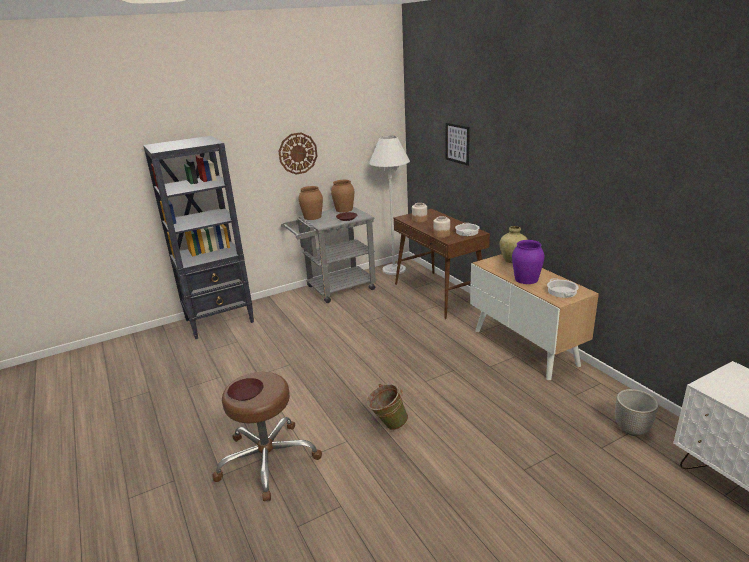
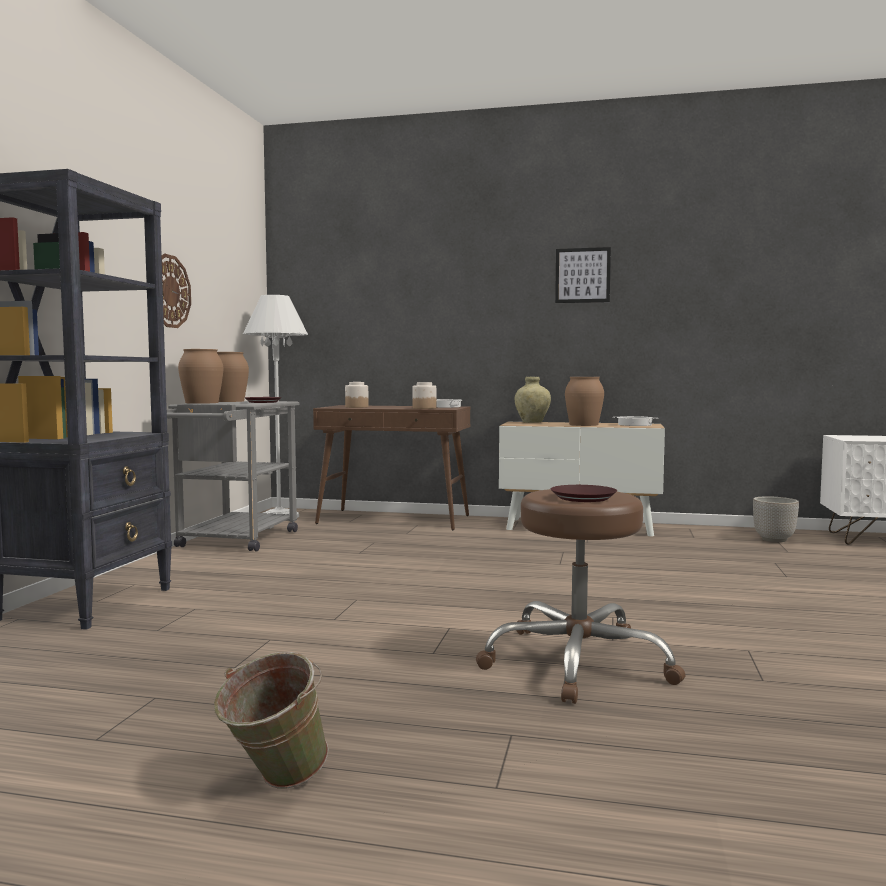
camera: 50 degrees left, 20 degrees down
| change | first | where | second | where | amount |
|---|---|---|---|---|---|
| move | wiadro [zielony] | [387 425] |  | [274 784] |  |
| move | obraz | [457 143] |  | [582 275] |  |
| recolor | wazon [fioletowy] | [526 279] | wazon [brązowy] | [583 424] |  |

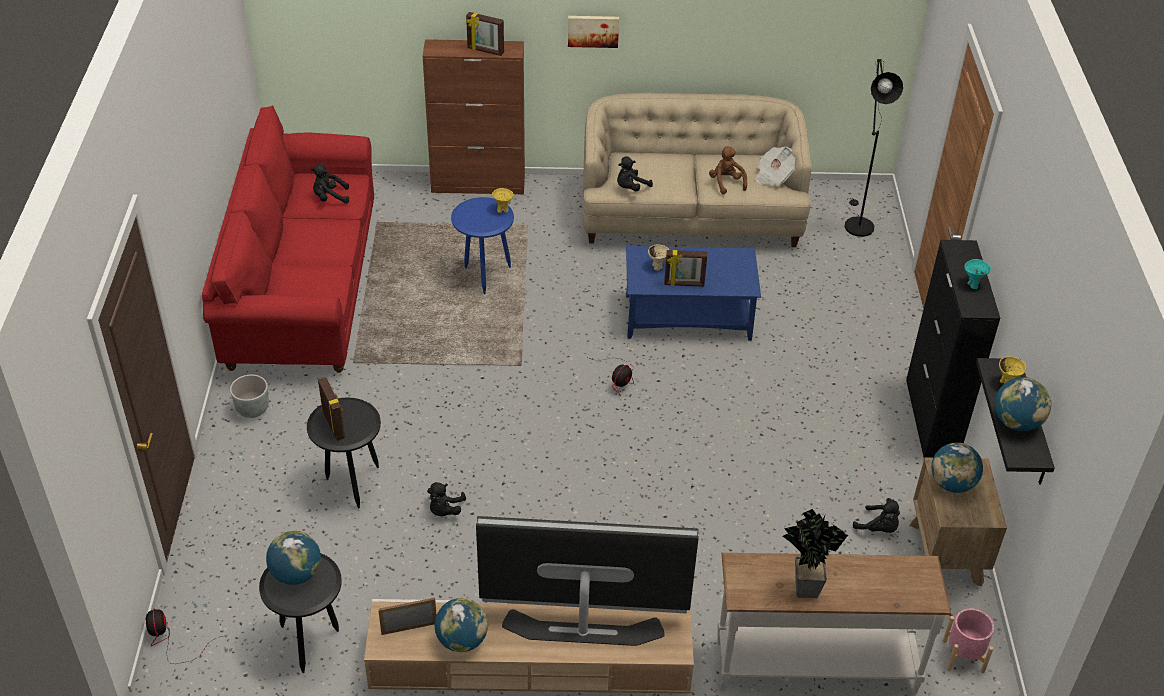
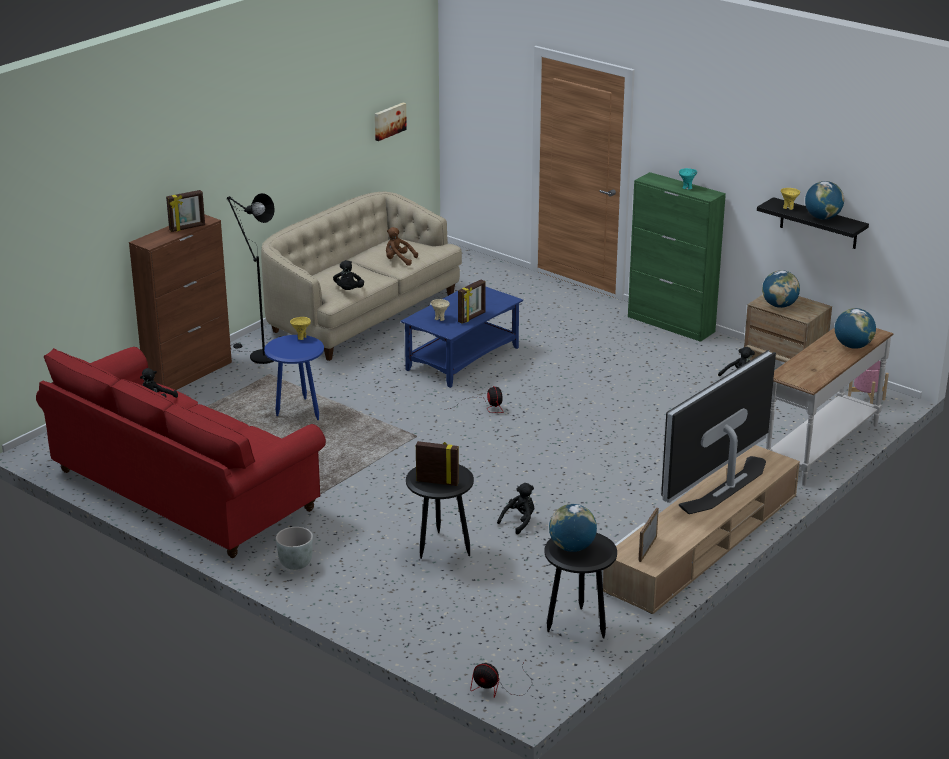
camera: 50 degrees left, 15 degrees down
| change | first | where | second | where | amount |
|---|---|---|---|---|---|
| move | lampa stojąca [czarny] | [857 223] |  | [259 356] |  |
| move | obraz | [593 30] |  | [389 121] |  |
| rotate | pluszak [czarny] | [444 510] |  | [519 522] | 105 degrees counterclockwise |
| recolor | szafka [czarny] | [931 419] | szafka [zielony] | [671 324] |  |
| move | globus | [462 640] |  | [853 346] |  |
| delete | gazeta | [773 176] |  |  |  |
| delete | roślina doniczkowa | [802 587] |  |  |  |

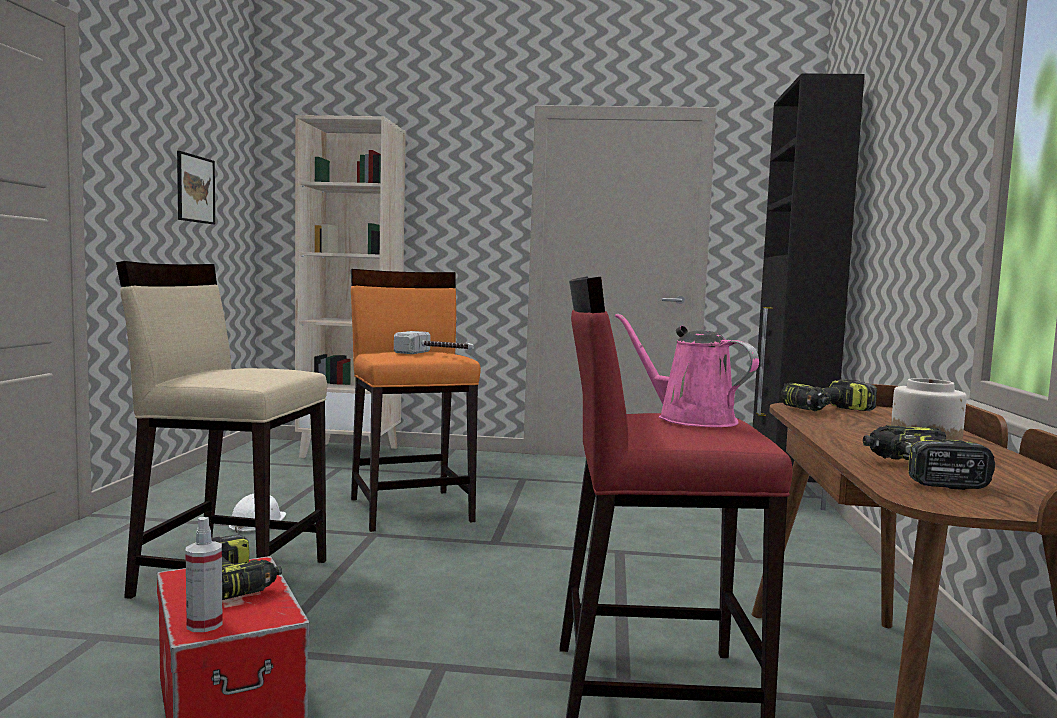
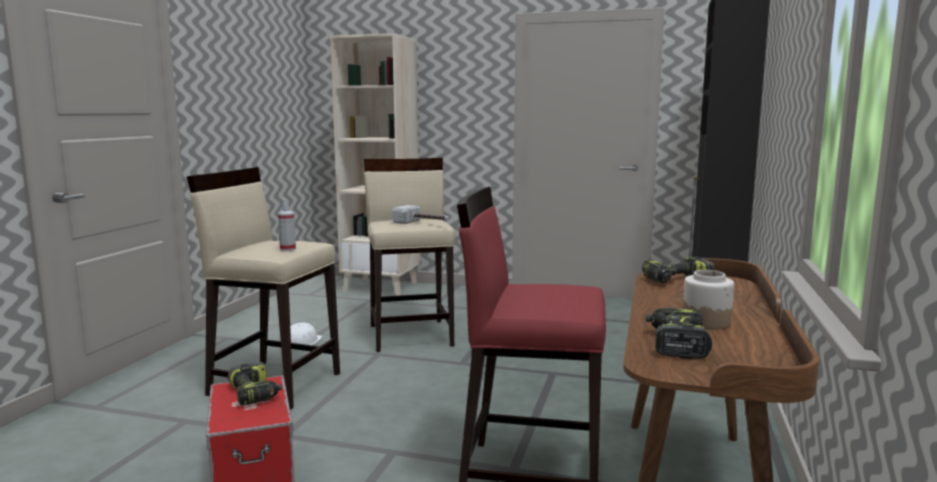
camera: 10 degrees right, 5 degrees up
| change | first | where | second | where | amount |
|---|---|---|---|---|---|
| move | spryskiwacz | [204 624] |  | [288 249] |  |
| recolor | stołek [pomarańczowy] | [411 509] | stołek [beżowy] | [411 335] |  |
| delete | obraz | [195 189] |  |  |  |
| delete | konewka [różowy] | [689 419] |  |  |  |

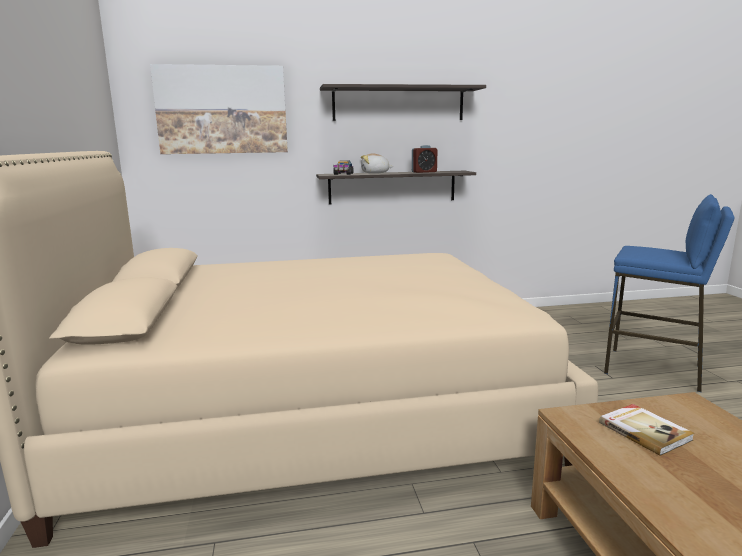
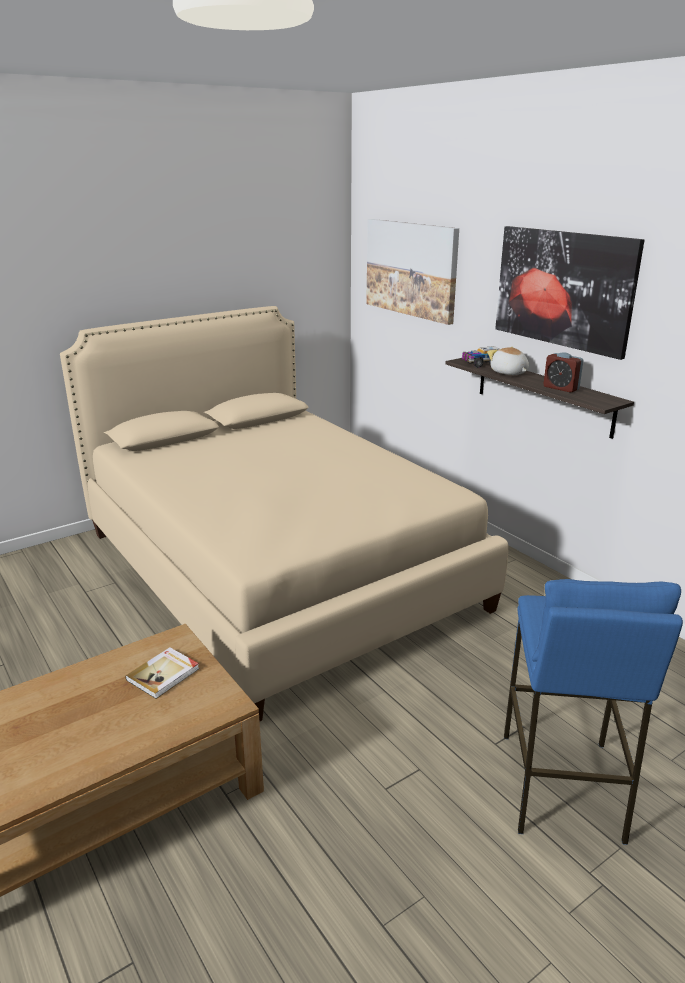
camera: 65 degrees right, 10 degrees up
| change | first | where | second | where | amount |
|---|---|---|---|---|---|
| replace | półka | [398 104] | obraz | [563 289] |  |

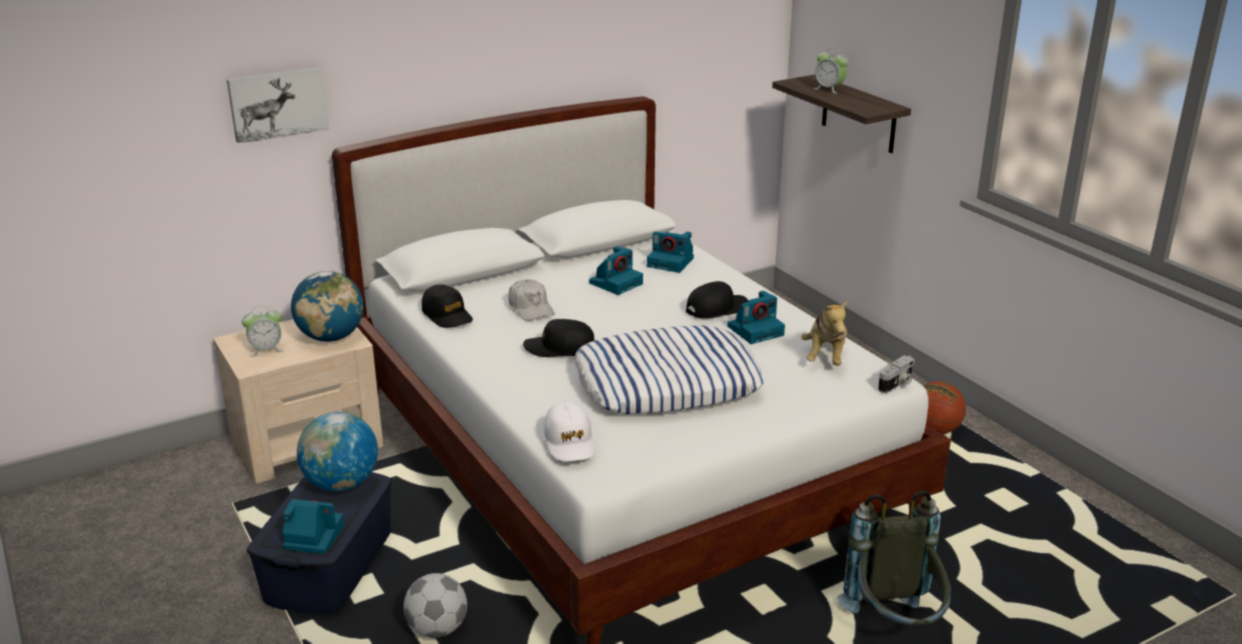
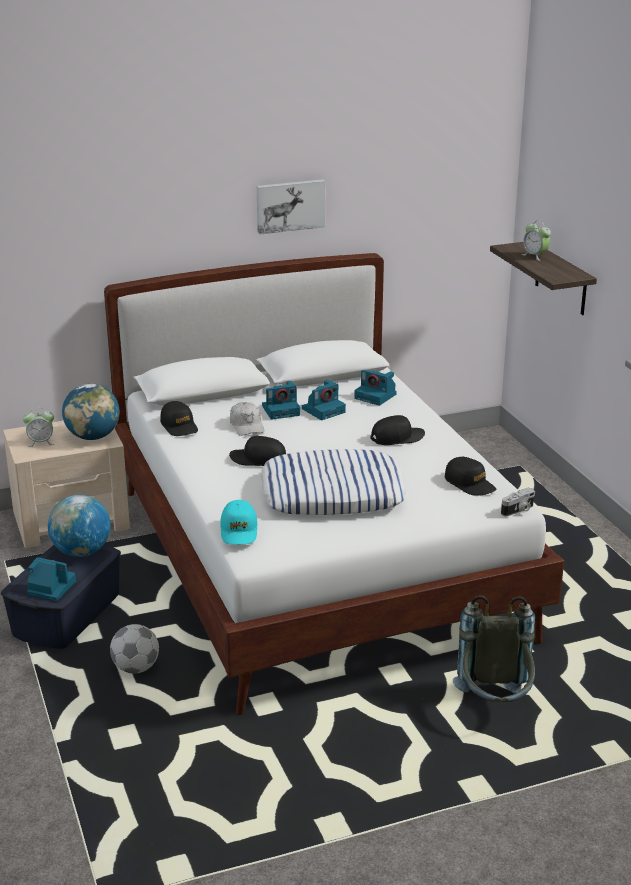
camera: 10 degrees right, 0 degrees up
| change | first | where | second | where | amount |
|---|---|---|---|---|---|
| recolor | czapka z daszkiem [biały] | [569 442] | czapka z daszkiem [turkusowy] | [239 531] |  |
| move | obraz | [278 103] |  | [290 205] |  |
| move | aparat fotograficzny | [756 330] |  | [281 410] |  |
| replace | pluszak | [825 357] | czapka z daszkiem [czarny] | [470 484] |  |
| delete | piłka do koszykówki | [935 430] |  |  |  |

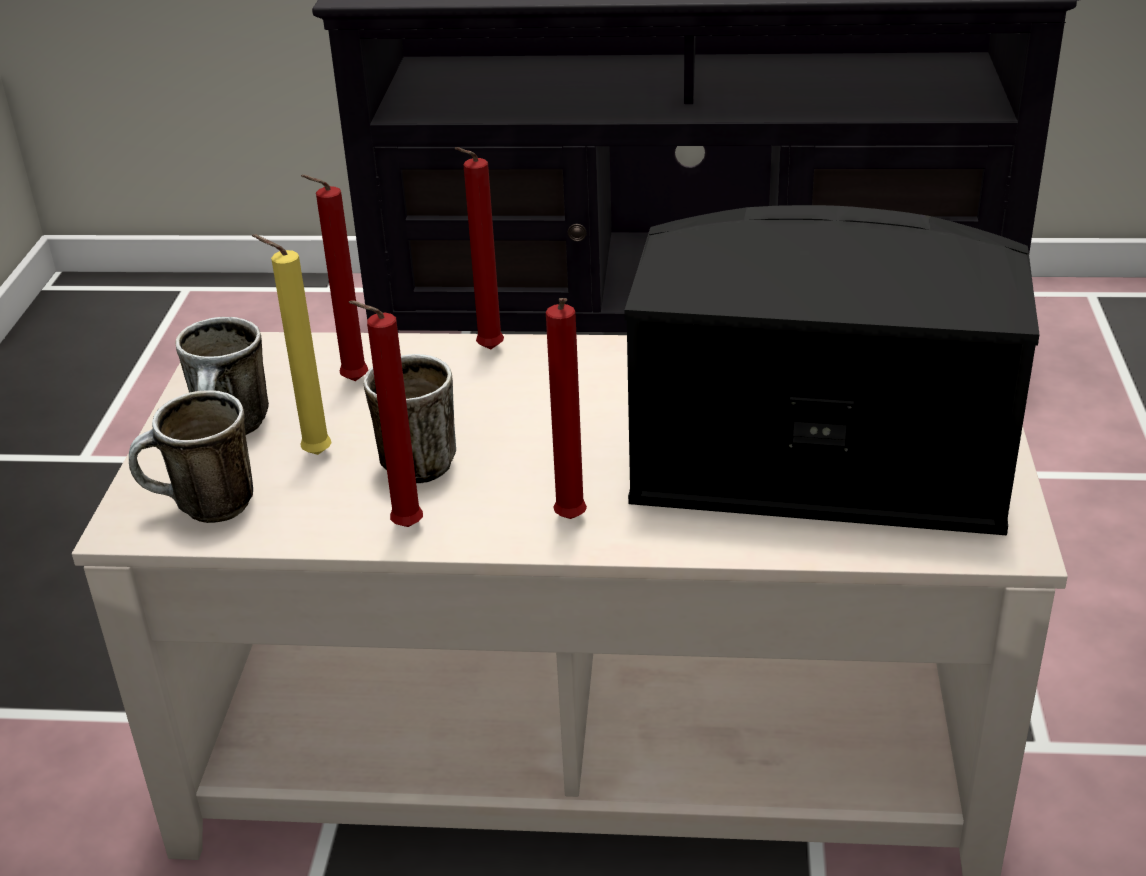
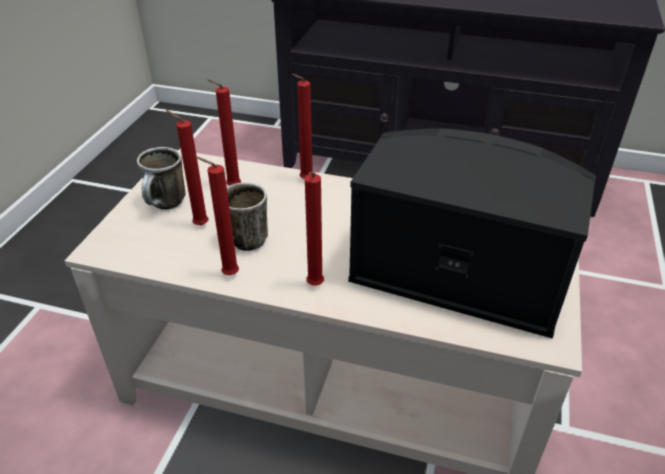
camera: 10 degrees right, 5 degrees up
| change | first | where | second | where | amount |
|---|---|---|---|---|---|
| recolor | świeca [żółty] | [312 455] | świeca [czerwony] | [198 225] |  |
| delete | kubek | [203 510] |  |  |  |

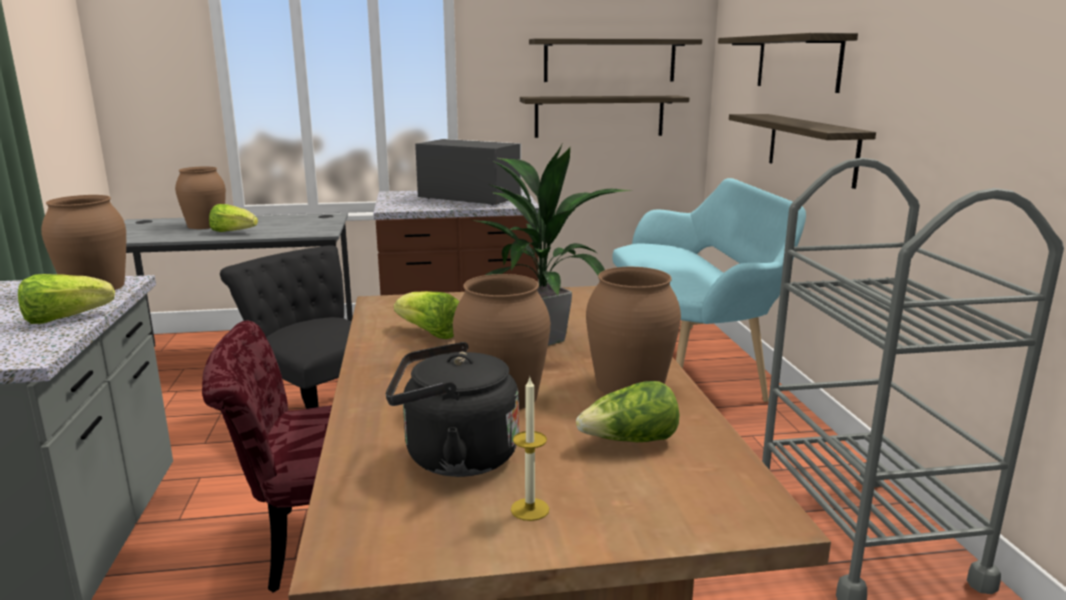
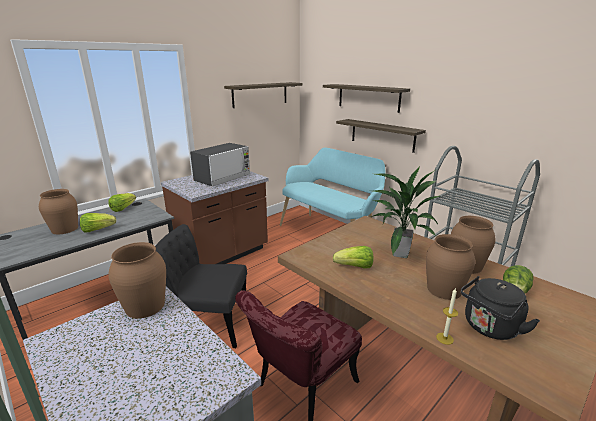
camera: 35 degrees left, 5 degrees up
| change | first | where | second | where | amount |
|---|---|---|---|---|---|
| move | sałata | [65 319] |  | [123 208] |  |
| rotate | mikrofalówka | [469 198] |  | [223 178] | 135 degrees clockwise |
| move | świeca | [530 509] |  | [444 338] |  |
| delete | półka | [599 116] |  |  |  |

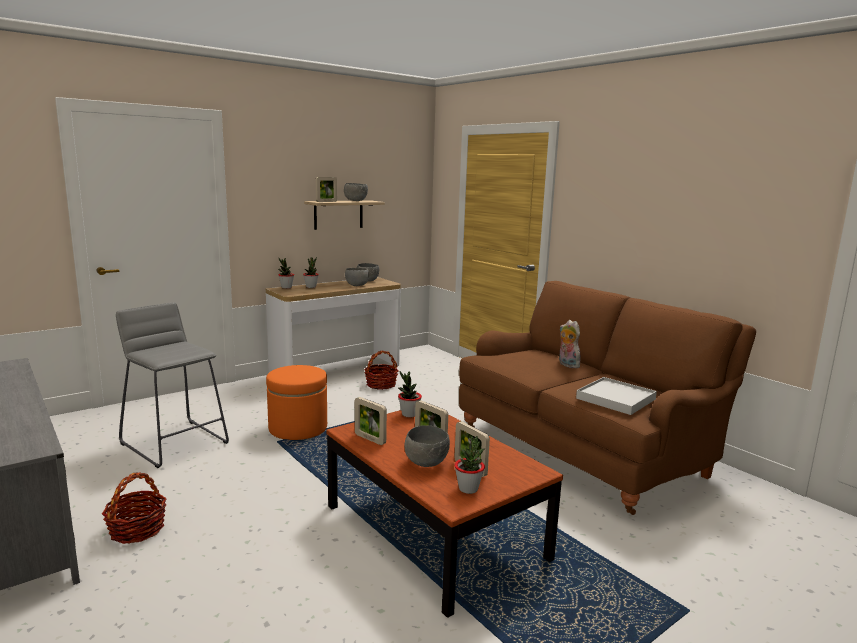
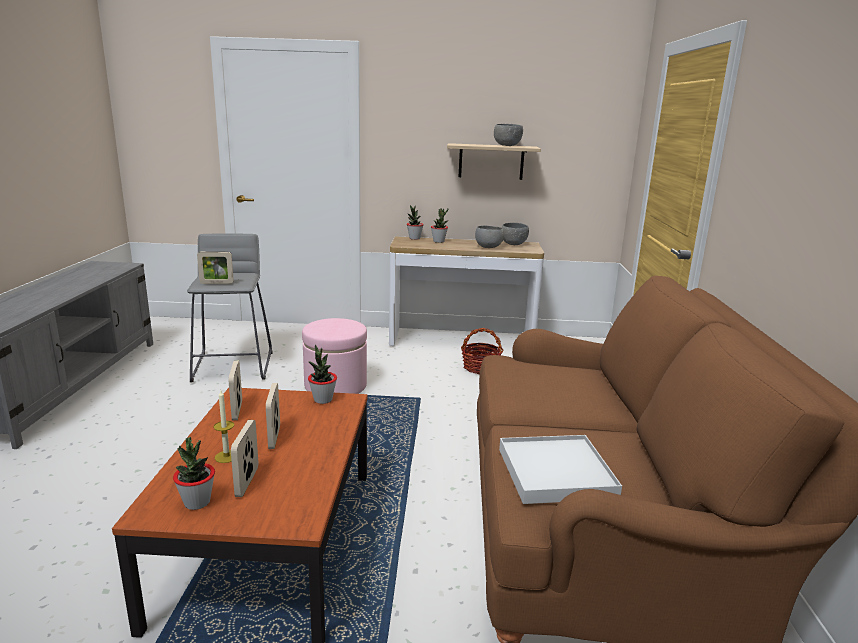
camera: 40 degrees right, 5 degrees up
| change | first | where | second | where | amount |
|---|---|---|---|---|---|
| move | ramka na zdjęcie | [326 201] |  | [216 283] |  |
| replace | miska [szary] | [427 463] | świeca | [226 456] |  |
| recolor | pufa [pomarańczowy] | [298 428] | pufa [różowy] | [335 385] |  |
| delete | koszyk | [137 529] |  |  |  |
| delete | pluszak | [567 365] |  |  |  |

